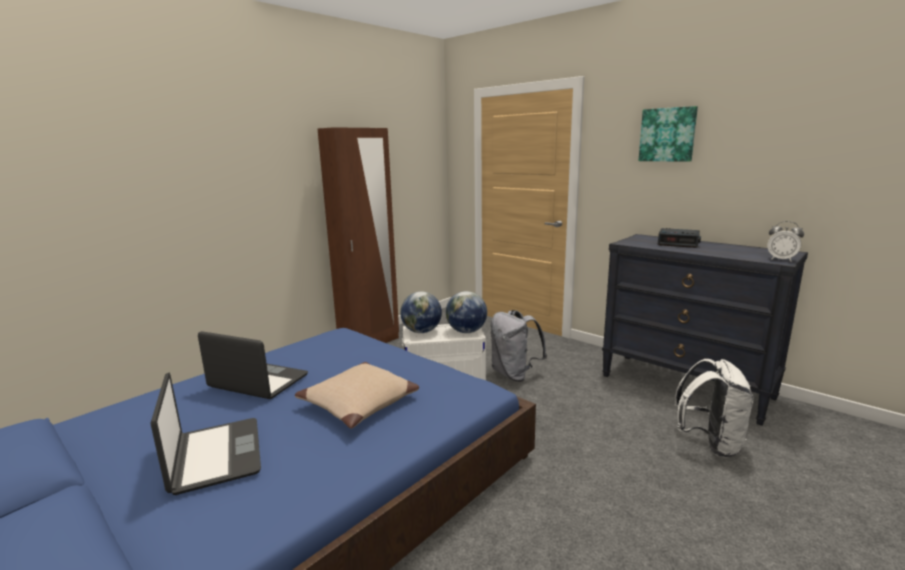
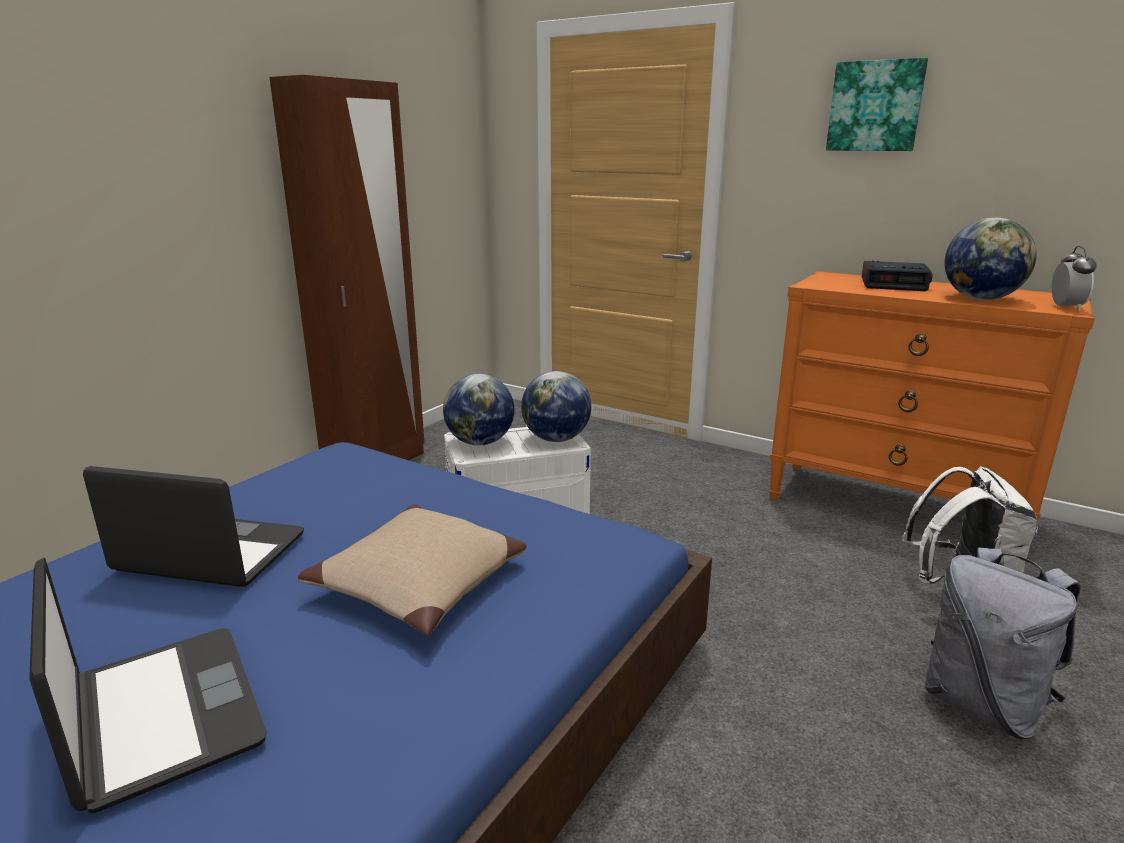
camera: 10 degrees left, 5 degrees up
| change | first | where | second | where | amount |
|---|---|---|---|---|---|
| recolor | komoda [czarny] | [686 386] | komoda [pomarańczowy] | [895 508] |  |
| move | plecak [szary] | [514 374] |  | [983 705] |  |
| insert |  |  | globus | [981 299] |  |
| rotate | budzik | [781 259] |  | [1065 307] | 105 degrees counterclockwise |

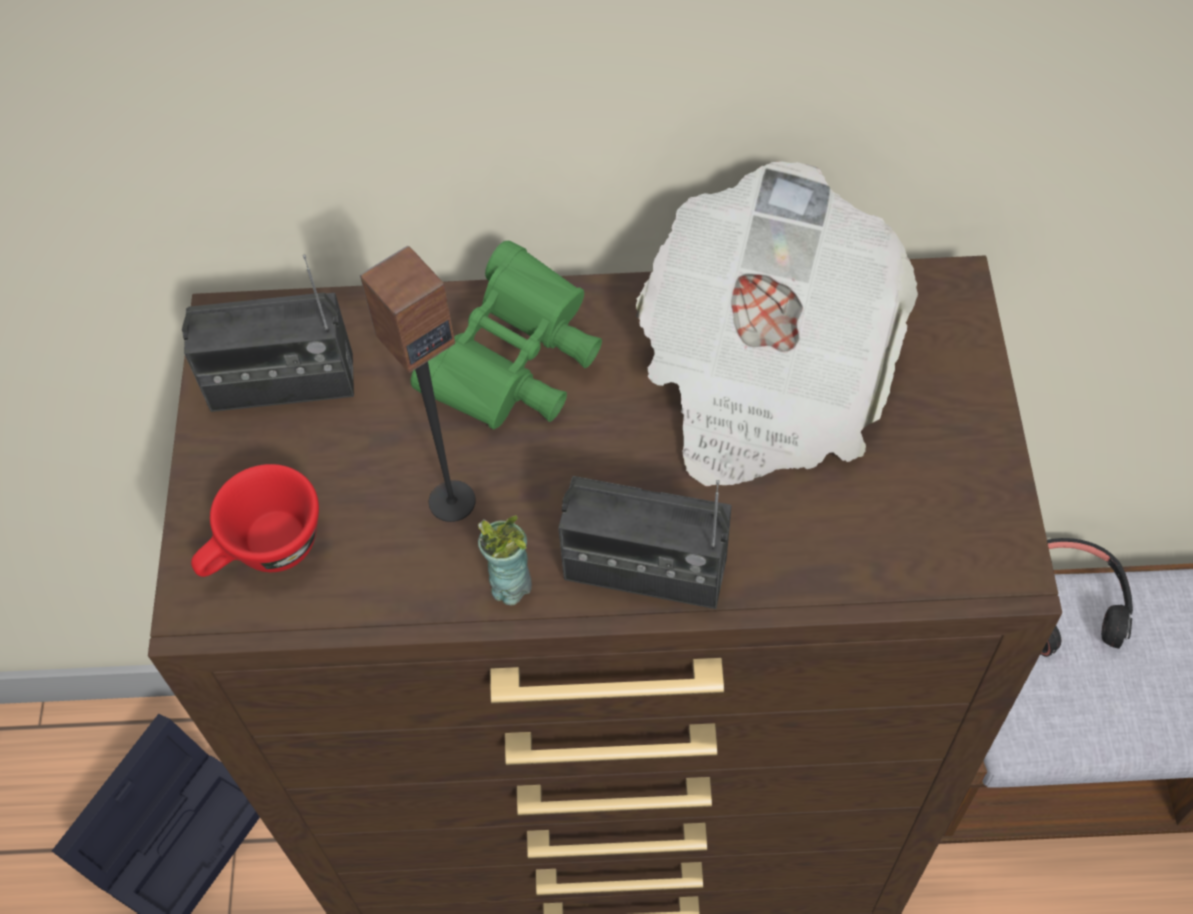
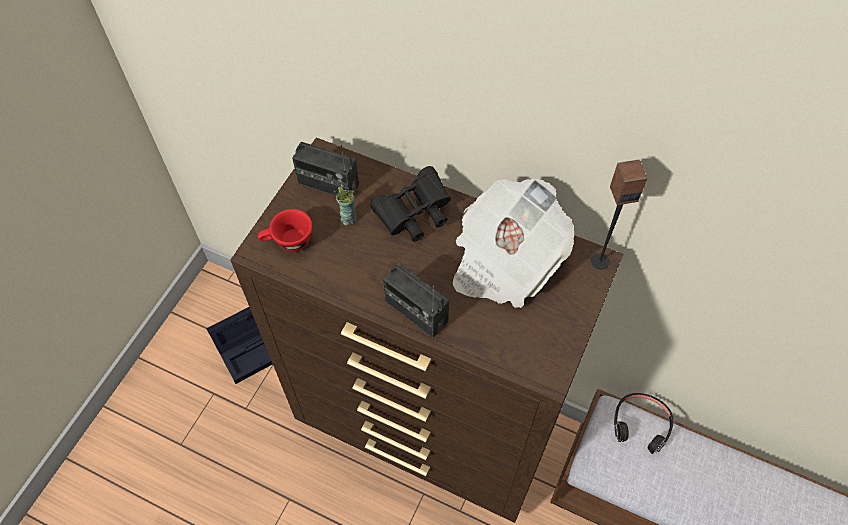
camera: 25 degrees right, 0 degrees up
| change | first | where | second | where | amount |
|---|---|---|---|---|---|
| move | filiżanka | [510 584] |  | [348 218] |  |
| recolor | lornetka [zielony] | [515 366] | lornetka [czarny] | [414 215] |  |
| move | głośnik | [451 500] |  | [599 260] |  |

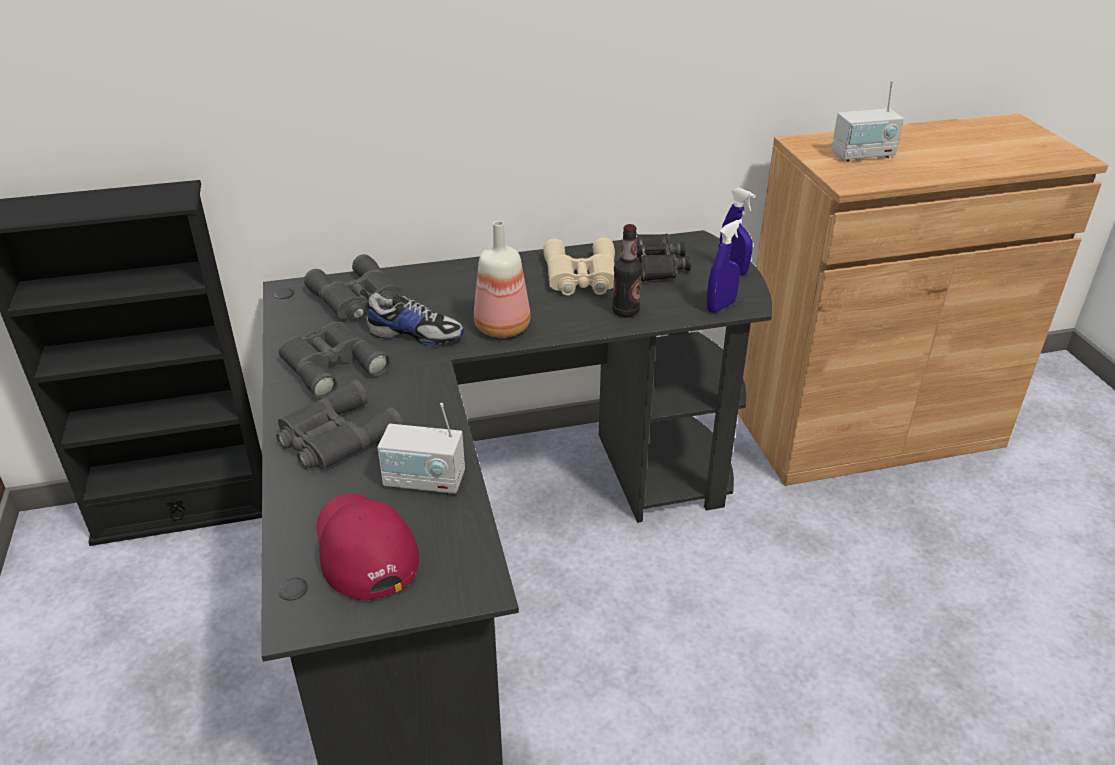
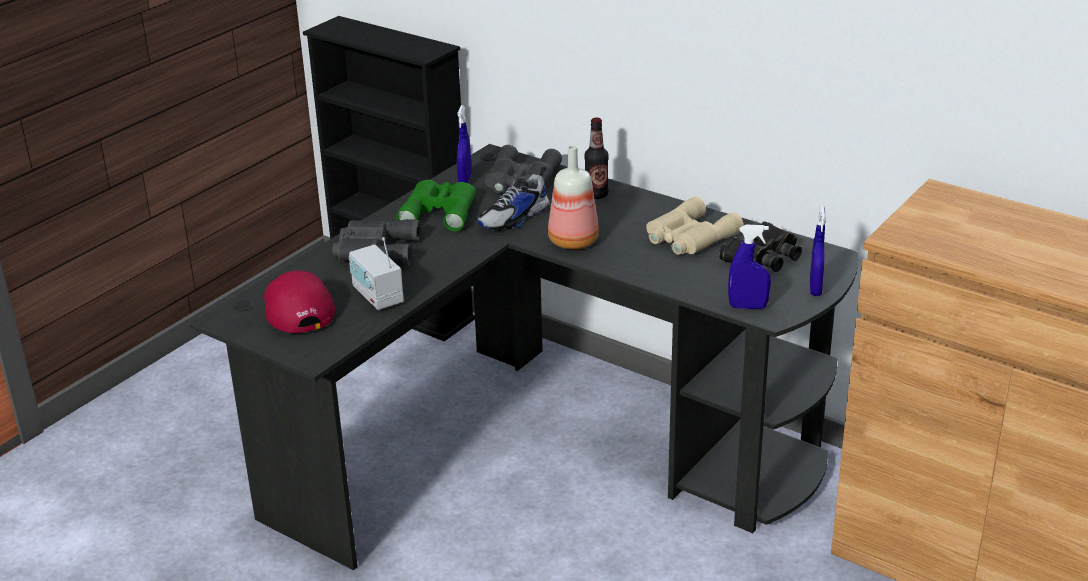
camera: 50 degrees right, 5 degrees down
| change | first | where | second | where | amount |
|---|---|---|---|---|---|
| rotate | czapka z daszkiem [czerwony] | [363 549] |  | [296 308] | 45 degrees counterclockwise |
| recolor | lornetka [szary] | [331 364] | lornetka [zielony] | [440 211] |  |
| insert |  |  | spryskiwacz [niebieski] | [465 180] |  |
| rotate | but | [415 334] |  | [515 218] | 75 degrees clockwise |
| move | butelka | [625 312] |  | [596 195] |  |
| delete | radio | [863 155] |  |  |  |

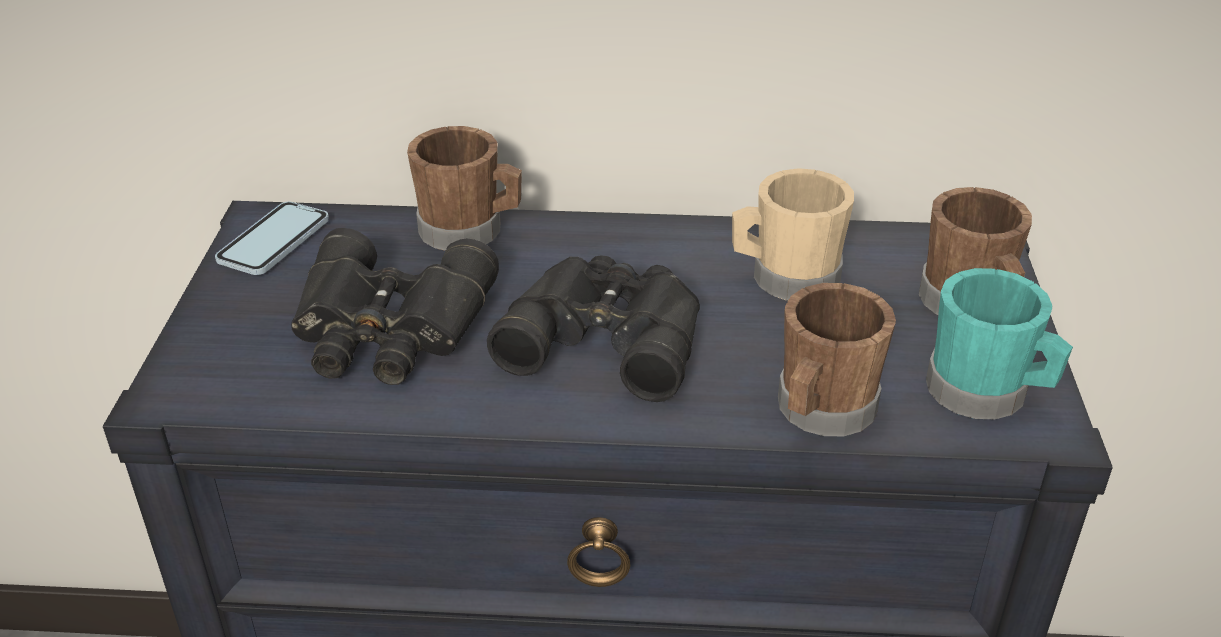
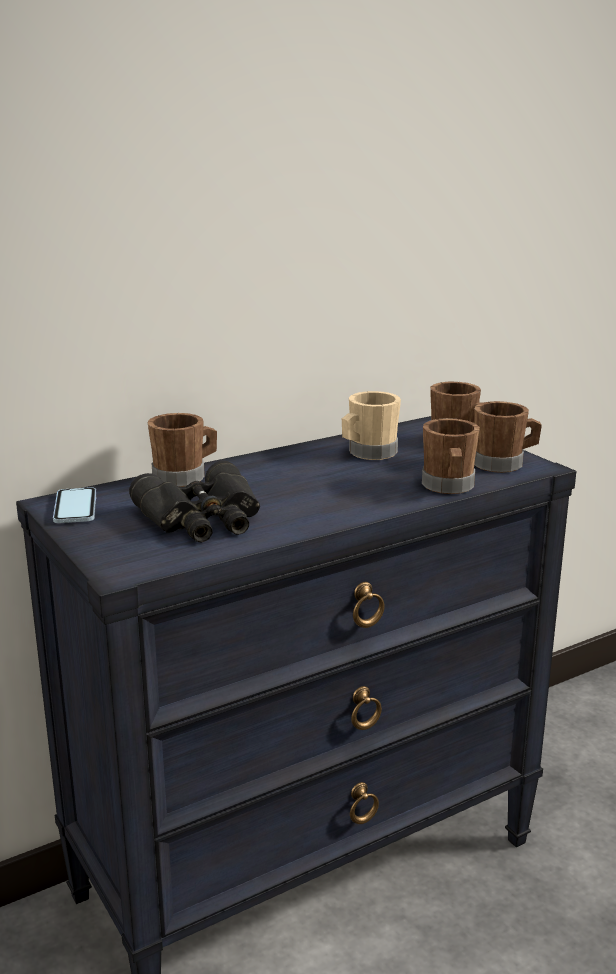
camera: 35 degrees left, 15 degrees down
| change | first | where | second | where | amount |
|---|---|---|---|---|---|
| recolor | kubek [turkusowy] | [987 394] | kubek [brązowy] | [503 464] |  |
| delete | lornetka [czarny] | [607 335] |  |  |  |

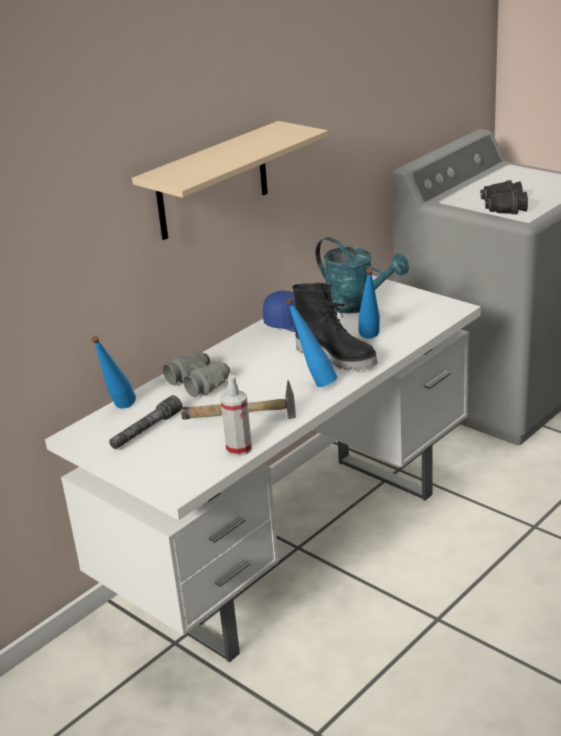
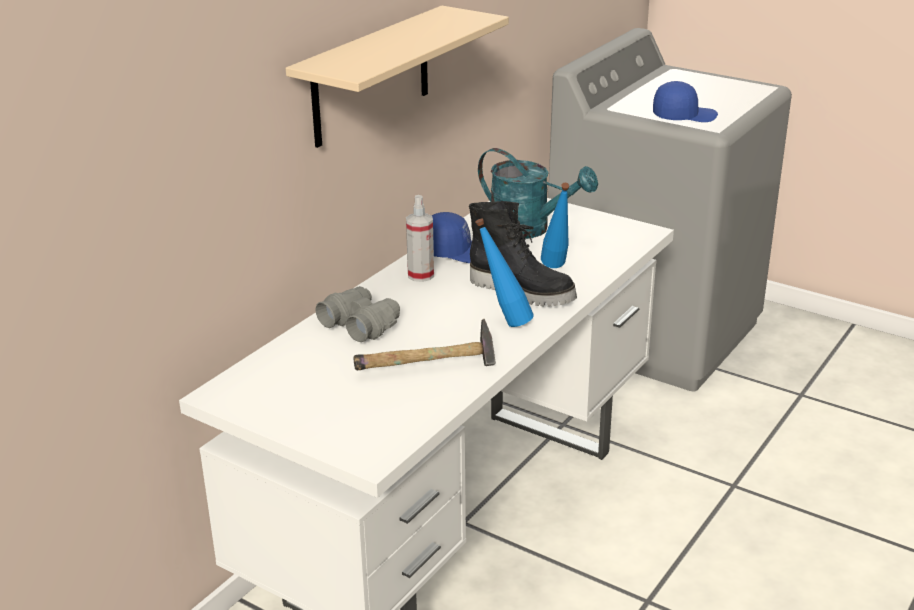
camera: 10 degrees left, 0 degrees up
| change | first | where | second | where | amount |
|---|---|---|---|---|---|
| move | spryskiwacz | [239 449] |  | [421 275] |  |
| replace | lornetka [czarny] | [503 208] | czapka z daszkiem [niebieski] | [684 116] |  |
| delete | butelka [niebieski] | [119 410] |  |  |  |
| delete | latarka [szary] | [146 431] |  |  |  |

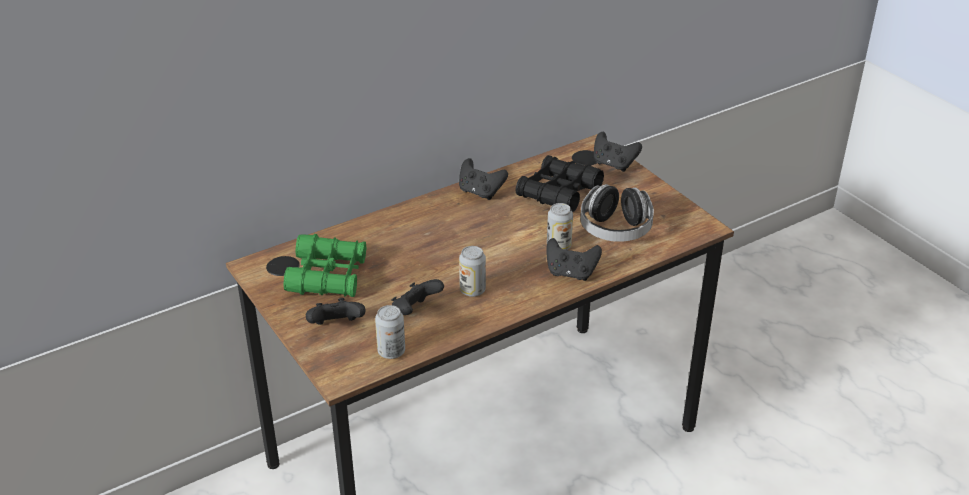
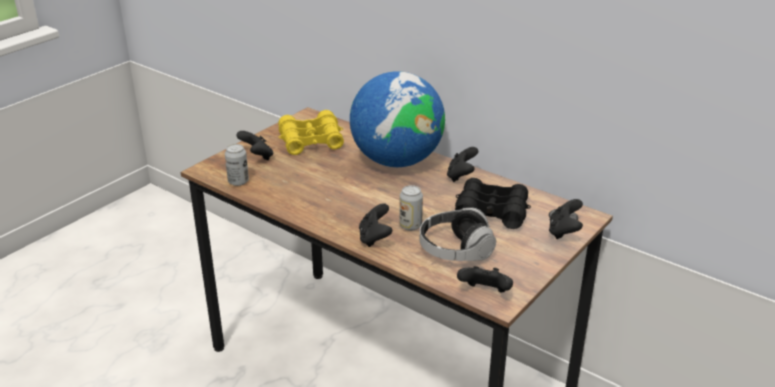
camera: 70 degrees right, 5 degrees down
| change | first | where | second | where | amount |
|---|---|---|---|---|---|
| recolor | lornetka [zielony] | [328 276] | lornetka [żółty] | [311 141] |  |
| insert |  |  | globus | [396 161] |  |
| move | pad do gier [czarny] | [415 312] |  | [485 293] |  |
| delete | puszka | [472 290] |  |  |  |

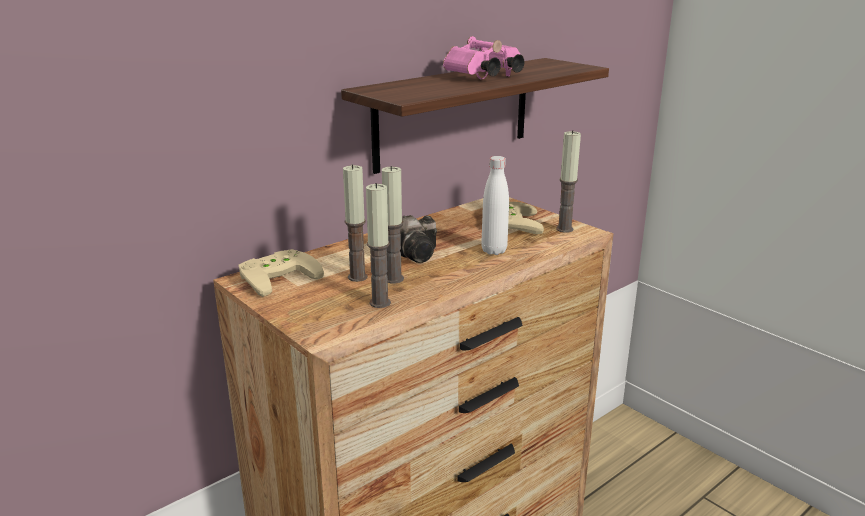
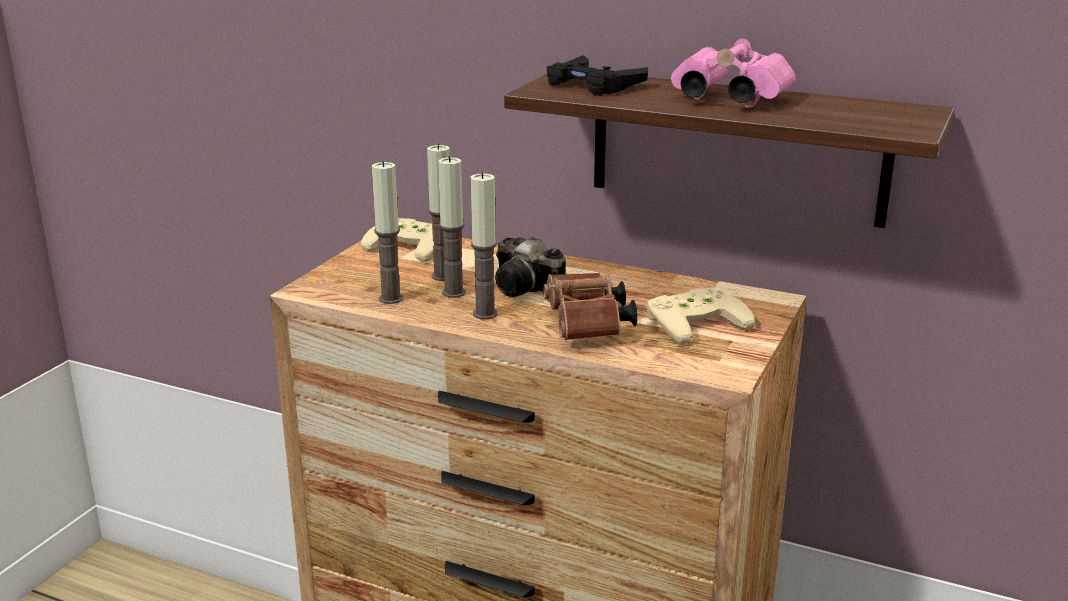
camera: 65 degrees right, 0 degrees up
| change | first | where | second | where | amount |
|---|---|---|---|---|---|
| move | świeca | [564 229] |  | [485 314] |  |
| replace | butelka [biały] | [494 251] | lornetka [brązowy] | [587 327] |  |
| insert |  |  | pad do gier [czarny] | [593 85] |  |

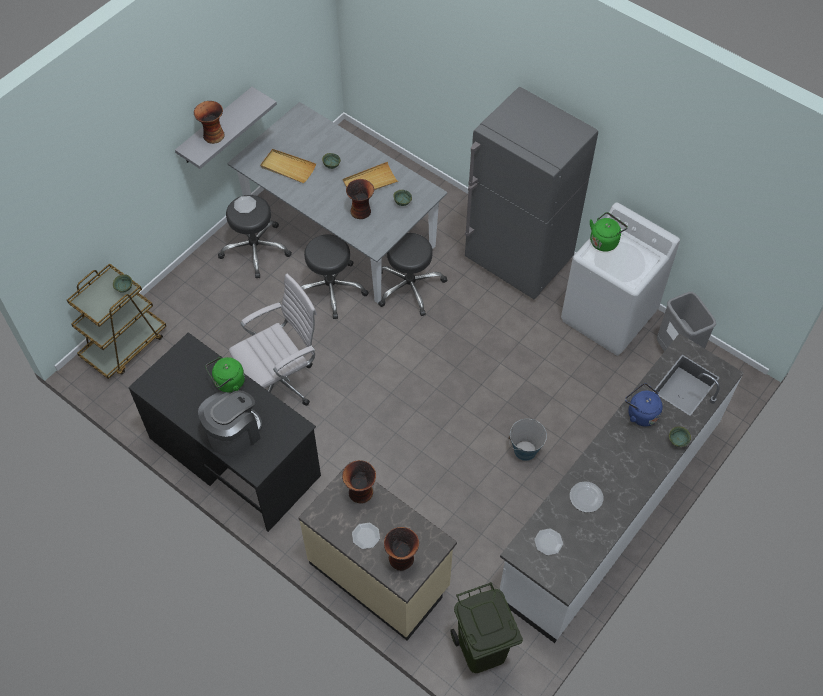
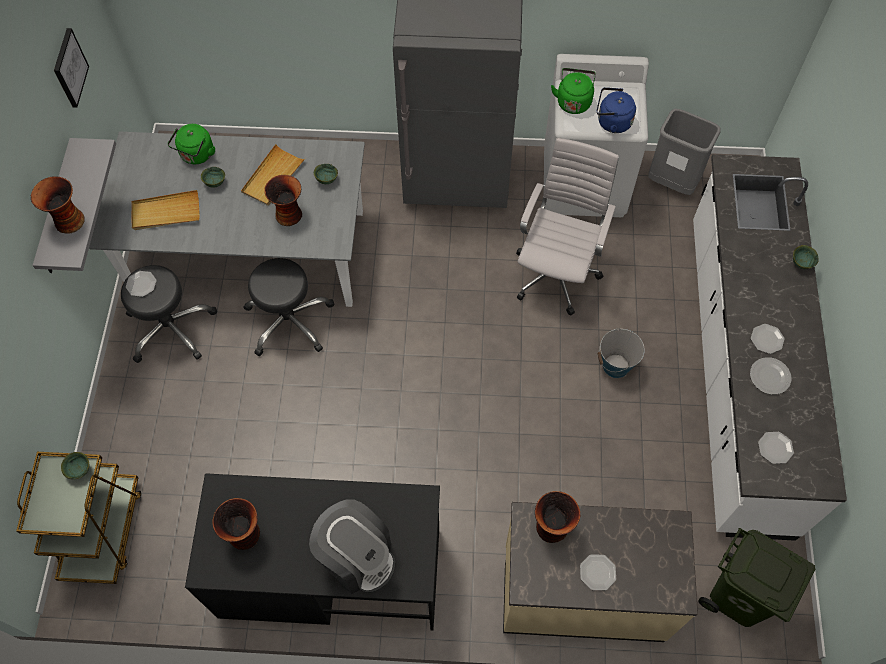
camera: 35 degrees left, 5 degrees up
| change | first | where | second | where | amount |
|---|---|---|---|---|---|
| insert |  |  | obraz | [69 68] |  |
| move | czajnik [zielony] | [228 383] |  | [196 155] |  |
| move | wazon | [402 559] |  | [245 534] |  |
| rotate | ekspres do kawy | [234 433] |  | [356 556] | 120 degrees clockwise |
| move | krzesło biurowe [biały] | [282 382] |  | [557 272] |  |
| move | czajnik [niebieski] | [640 413] |  | [612 122] |  |
| insert |  |  | talerz | [767 339] |  |
| delete | stołek [czarny] | [409 286] |  |  |  |

